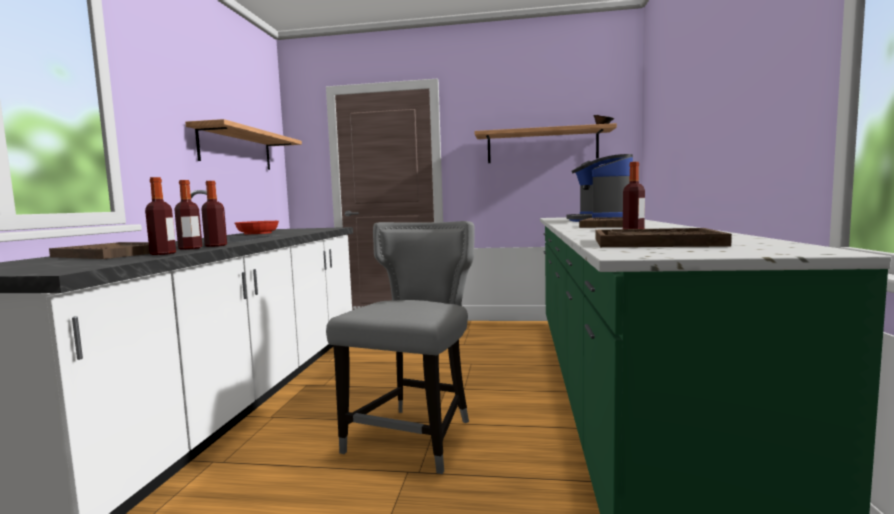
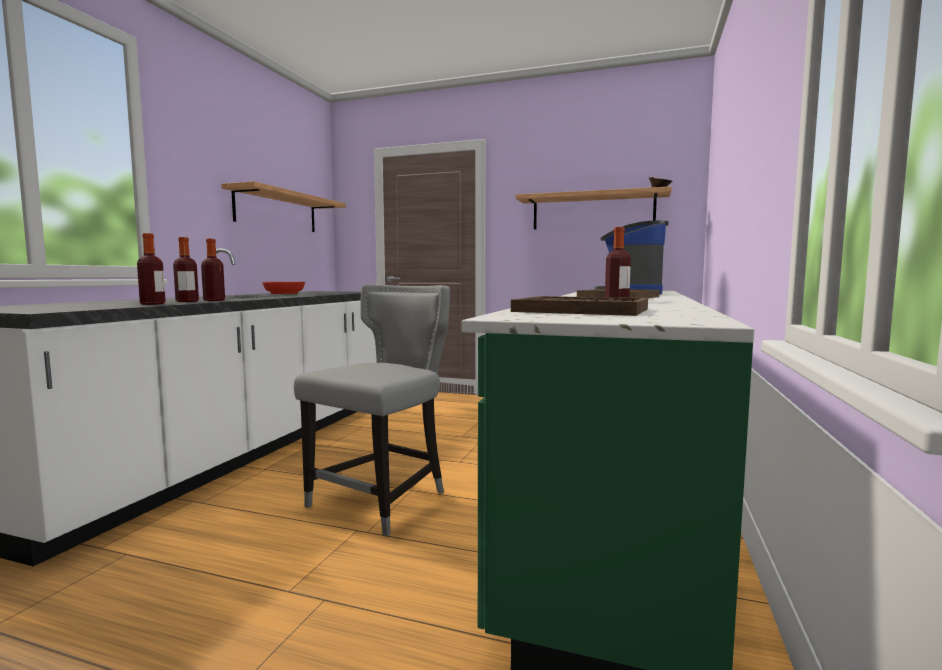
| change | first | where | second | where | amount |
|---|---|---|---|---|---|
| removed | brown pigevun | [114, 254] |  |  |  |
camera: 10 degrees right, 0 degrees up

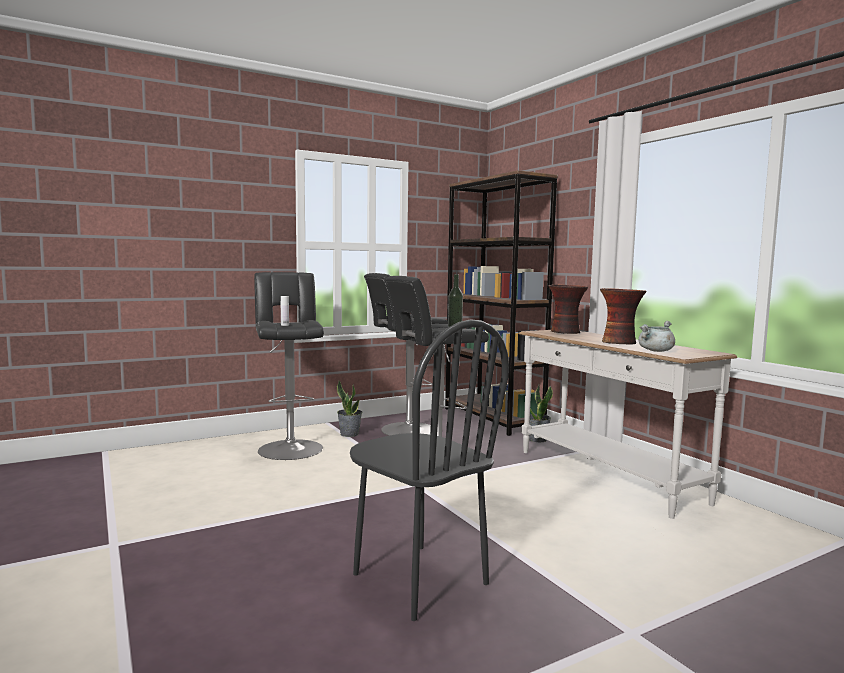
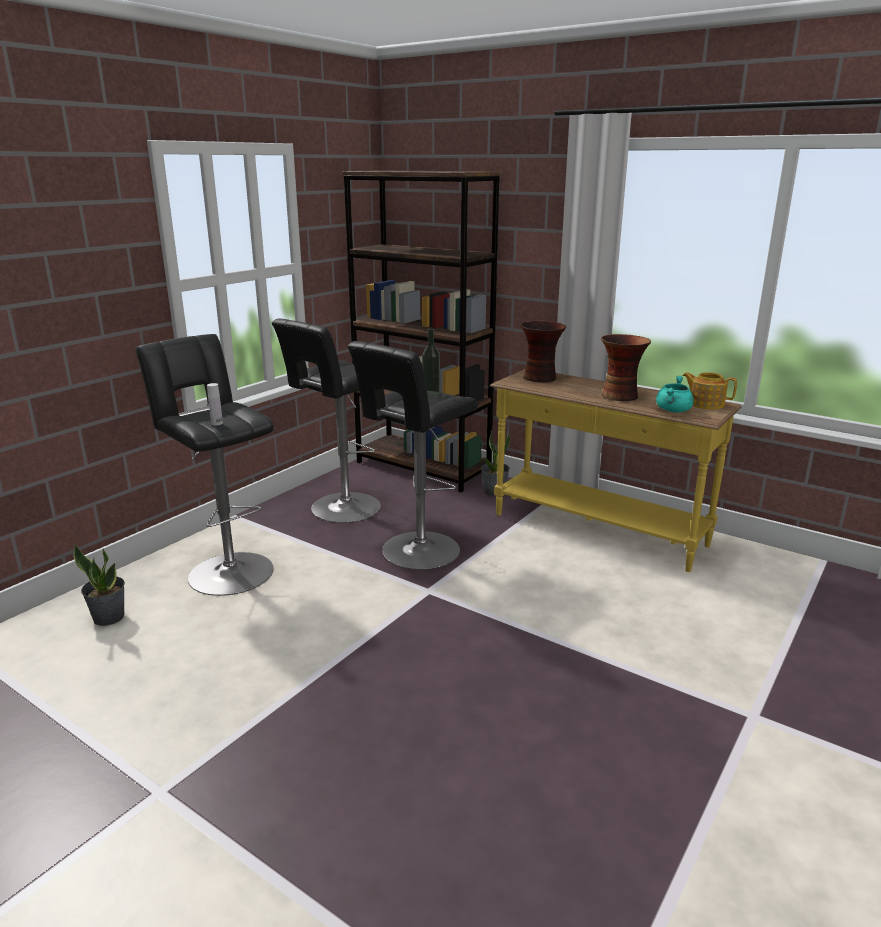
| change | first | where | second | where | amount |
|---|---|---|---|---|---|
| moved | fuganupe | [349, 434] |  | [109, 617] |  |
| recoloured | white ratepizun | [606, 476] | yellow ratepizun | [597, 530] |  |
| recoloured | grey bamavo | [656, 351] | turquoise bamavo | [673, 411] |  |
| added |  |  | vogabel | [706, 404] |  |
| removed | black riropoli | [419, 579] |  |  |  |
camera: 25 degrees left, 15 degrees up

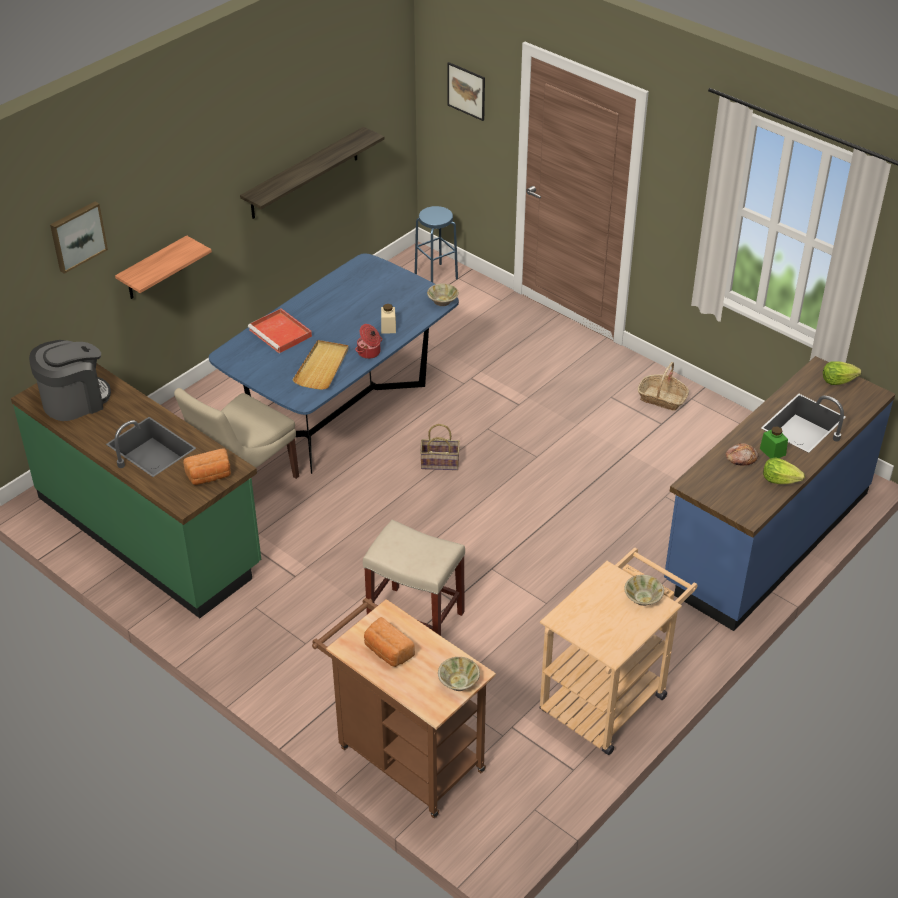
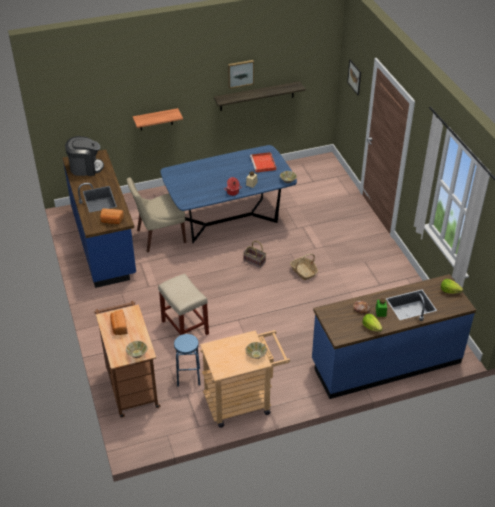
| change | first | where | second | where | amount |
|---|---|---|---|---|---|
| recoloured | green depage | [149, 532] | blue depage | [104, 242] |  |
| moved | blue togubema | [436, 276] |  | [188, 377] |  |
| moved | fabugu | [77, 236] |  | [240, 73] |  |
| moved | red pigevun | [281, 333] |  | [263, 164] |  |
| moved | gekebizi | [662, 398] |  | [303, 272] |  |
| removed | beige pigevun | [322, 367] |  |  |  |
camera: 30 degrees right, 0 degrees up

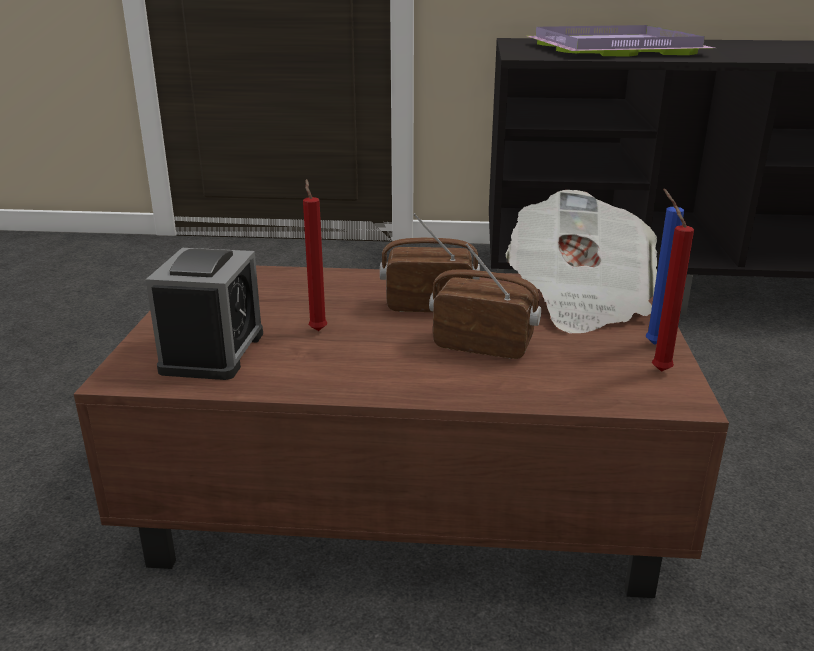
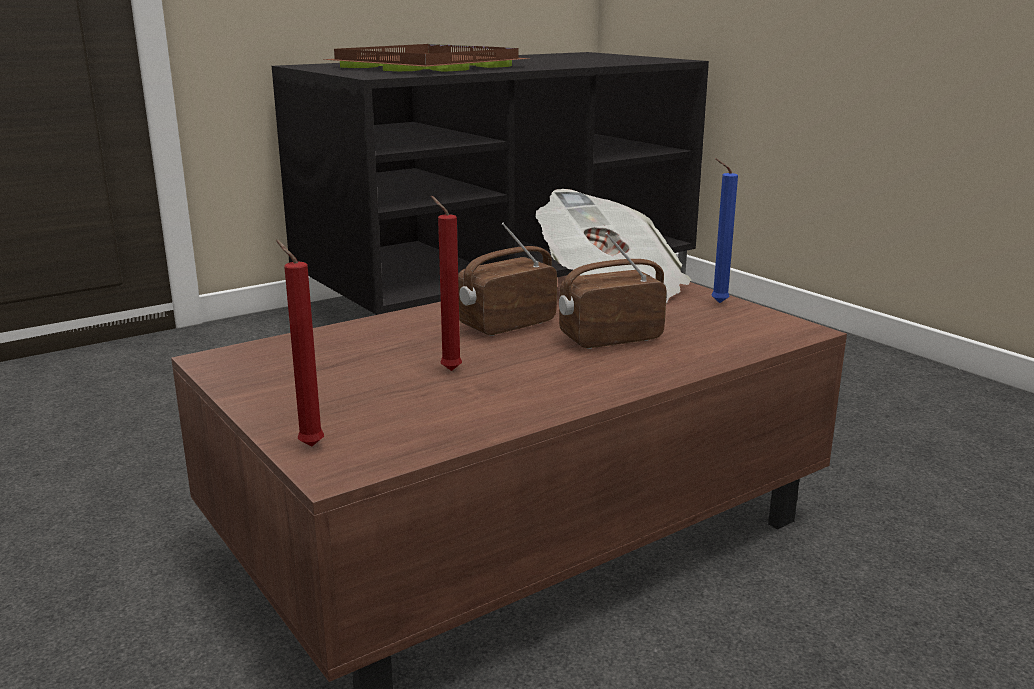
| change | first | where | second | where | amount |
|---|---|---|---|---|---|
| moved | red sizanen | [659, 369] |  | [308, 445] |  |
| recoloured | purple pigevun | [609, 48] | brown pigevun | [423, 66] |  |
| removed | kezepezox | [213, 352] |  |  |  |
camera: 40 degrees left, 5 degrees down

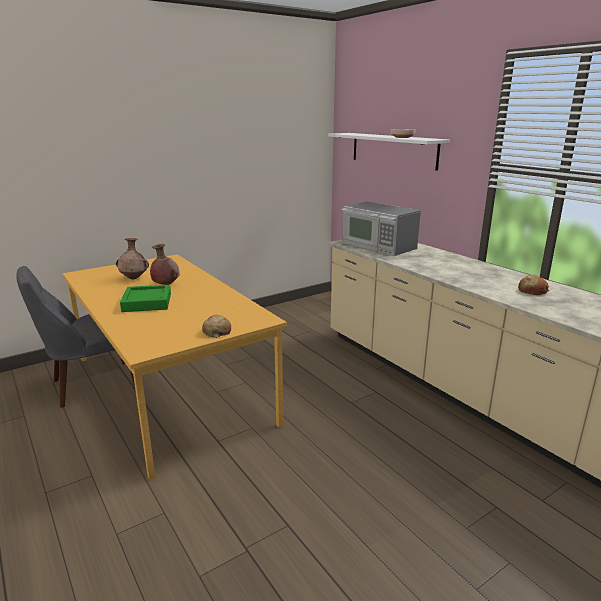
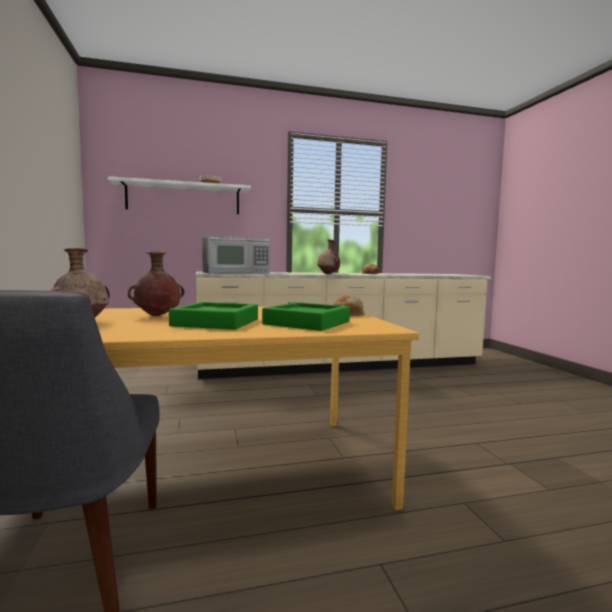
| change | first | where | second | where | amount |
|---|---|---|---|---|---|
| added |  |  | green pigevun | [307, 323] |  |
| added |  |  | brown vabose | [328, 274] |  |
camera: 70 degrees left, 15 degrees down

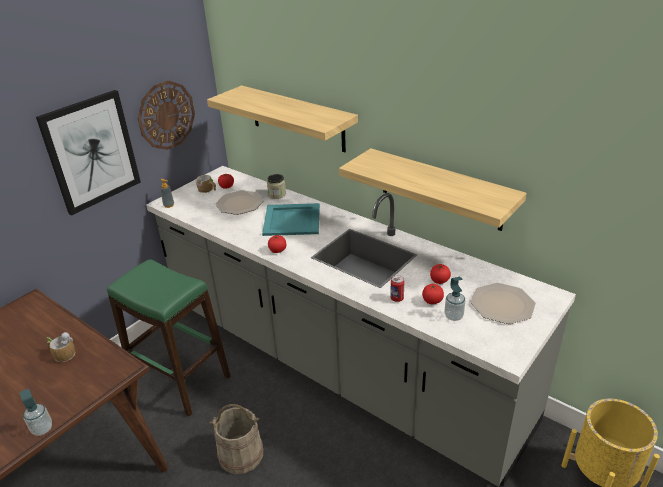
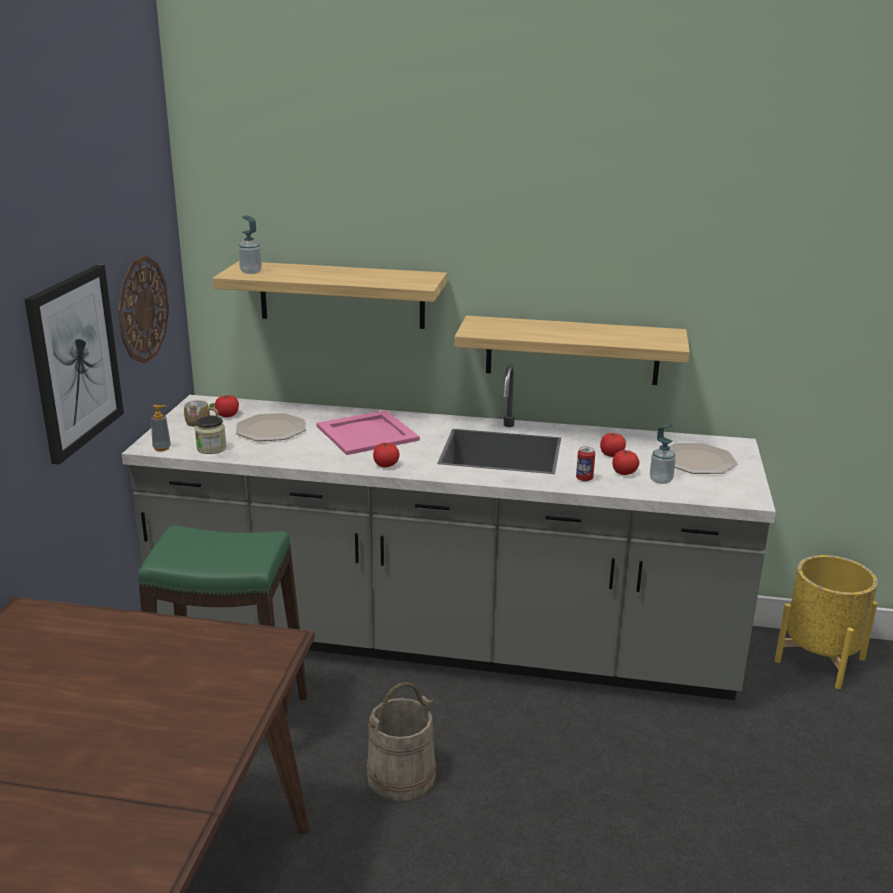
| change | first | where | second | where | amount |
|---|---|---|---|---|---|
| moved | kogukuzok | [277, 194] |  | [211, 448] |  |
| moved | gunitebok | [42, 429] |  | [251, 272] |  |
| recoloured | turquoise pigevun | [291, 219] | pink pigevun | [366, 433] |  |
| removed | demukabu | [62, 353] |  |  |  |
camera: 30 degrees left, 10 degrees down

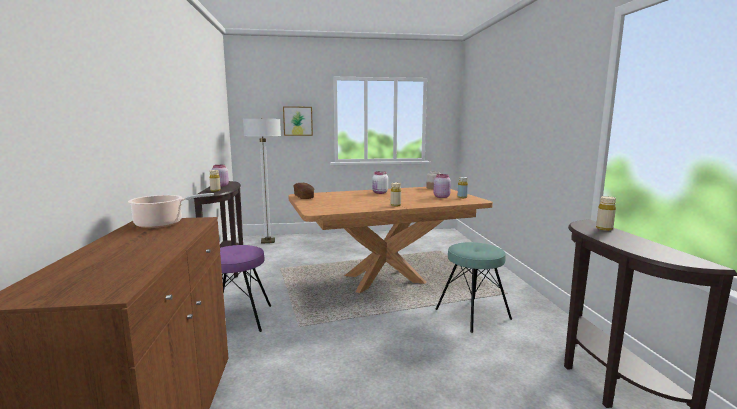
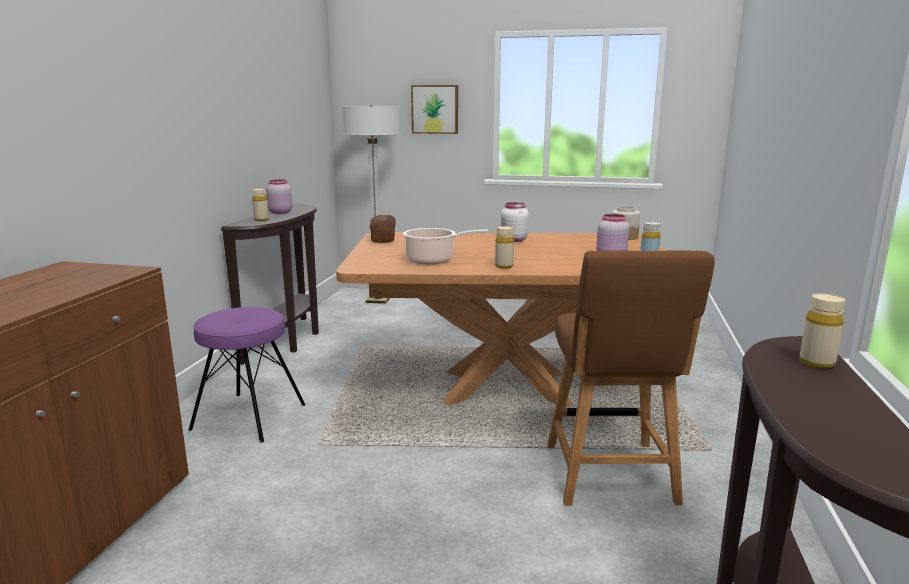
| change | first | where | second | where | amount |
|---|---|---|---|---|---|
| moved | bamavo | [162, 223] |  | [433, 260] |  |
| replaced | turquoise togubema | [472, 314] | brown riropoli | [611, 477] |  |
camera: 20 degrees right, 5 degrees up

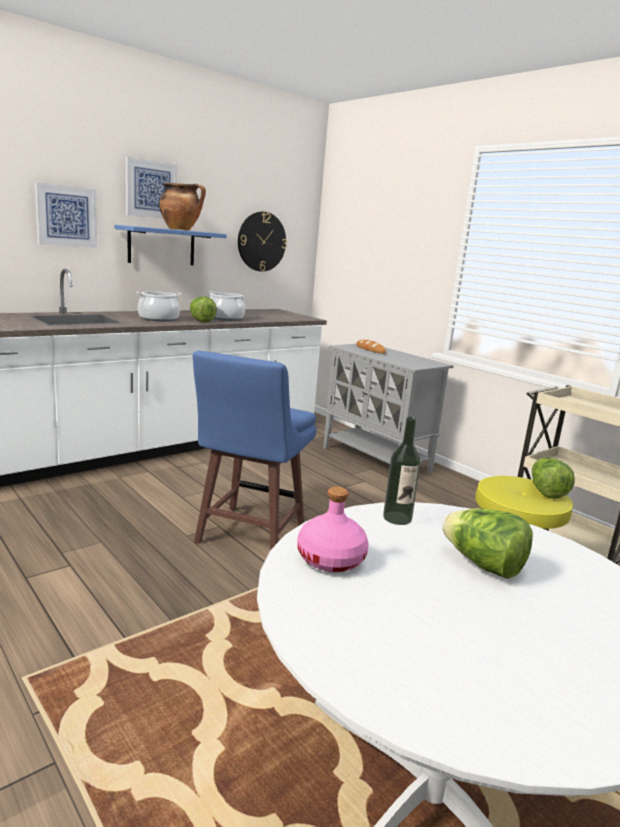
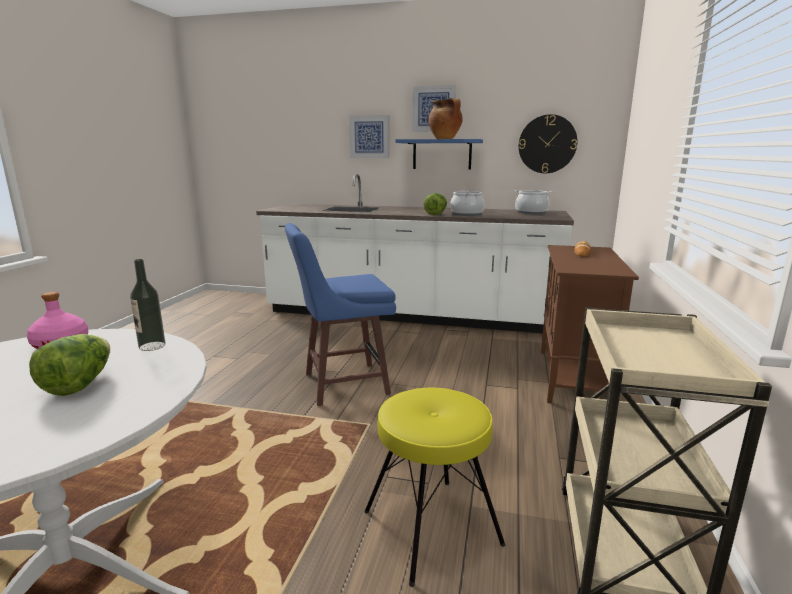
| change | first | where | second | where | amount |
|---|---|---|---|---|---|
| moved | bamavo | [158, 319] |  | [531, 212] |  |
| recoloured | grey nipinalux | [376, 460] | brown nipinalux | [573, 378] |  |
| removed | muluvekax | [546, 491] |  |  |  |
camera: 55 degrees right, 0 degrees up

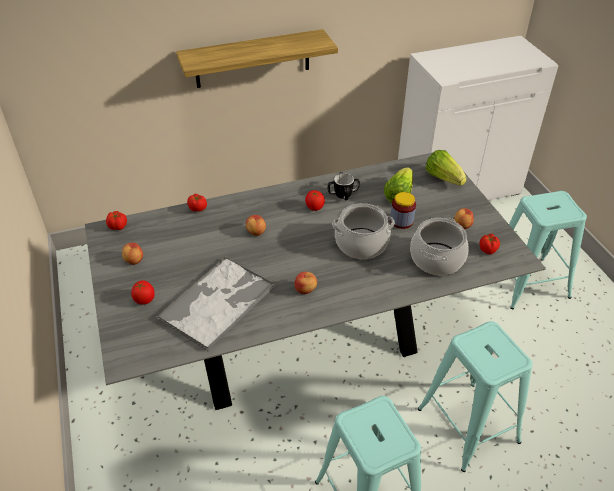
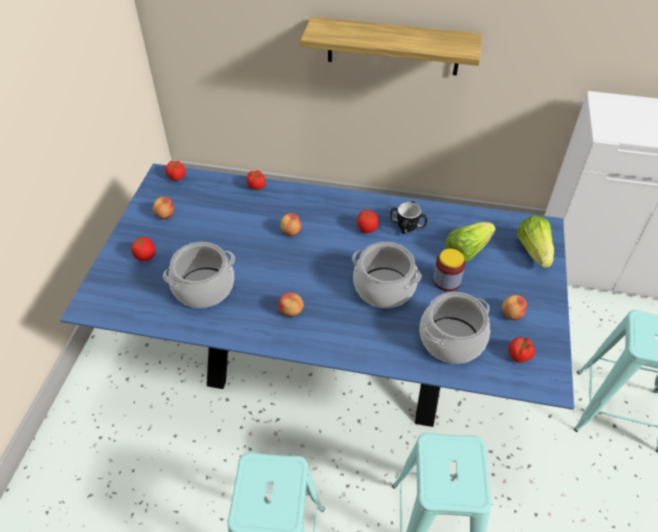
| change | first | where | second | where | amount |
|---|---|---|---|---|---|
| recoloured | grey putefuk | [306, 344] | blue putefuk | [328, 364] |  |
| replaced | pigevun | [218, 302] | bamavo | [204, 287] |  |
camera: 30 degrees right, 5 degrees up

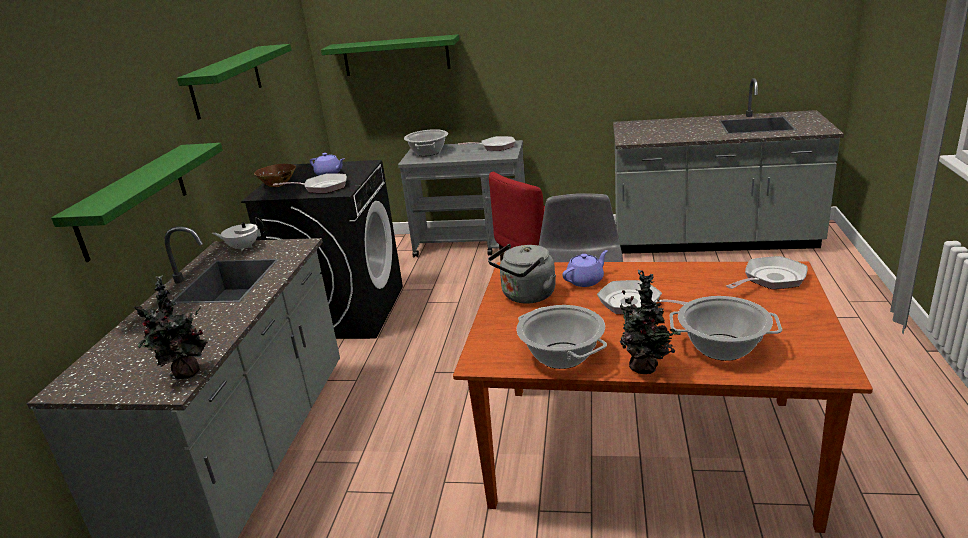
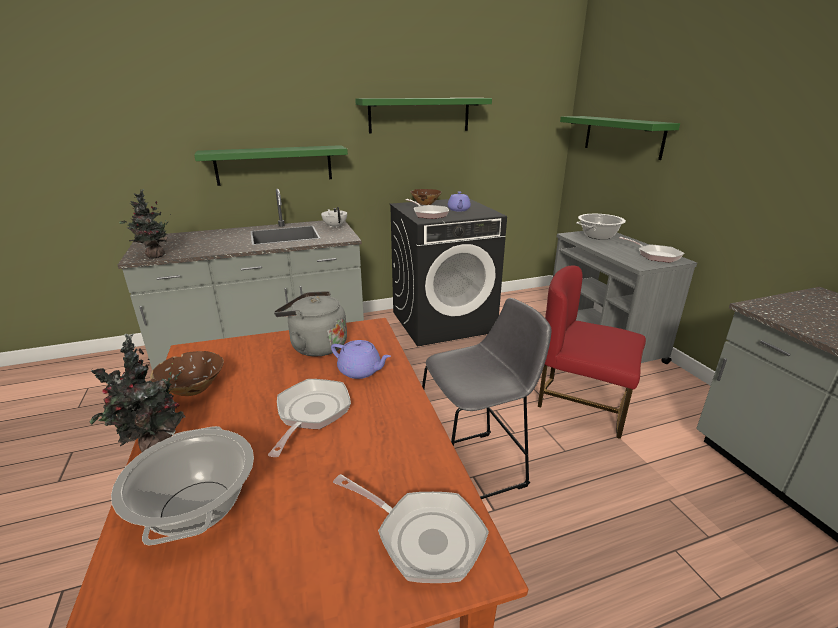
| change | first | where | second | where | amount |
|---|---|---|---|---|---|
| replaced | bamavo | [561, 356] | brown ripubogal | [193, 389] |  |
camera: 60 degrees right, 0 degrees up

